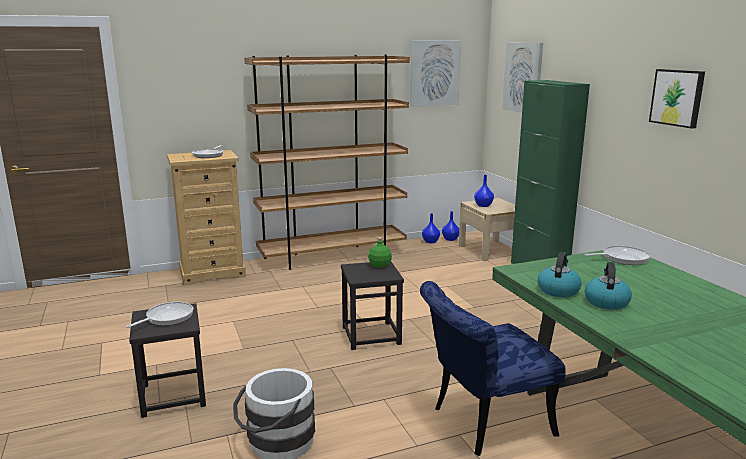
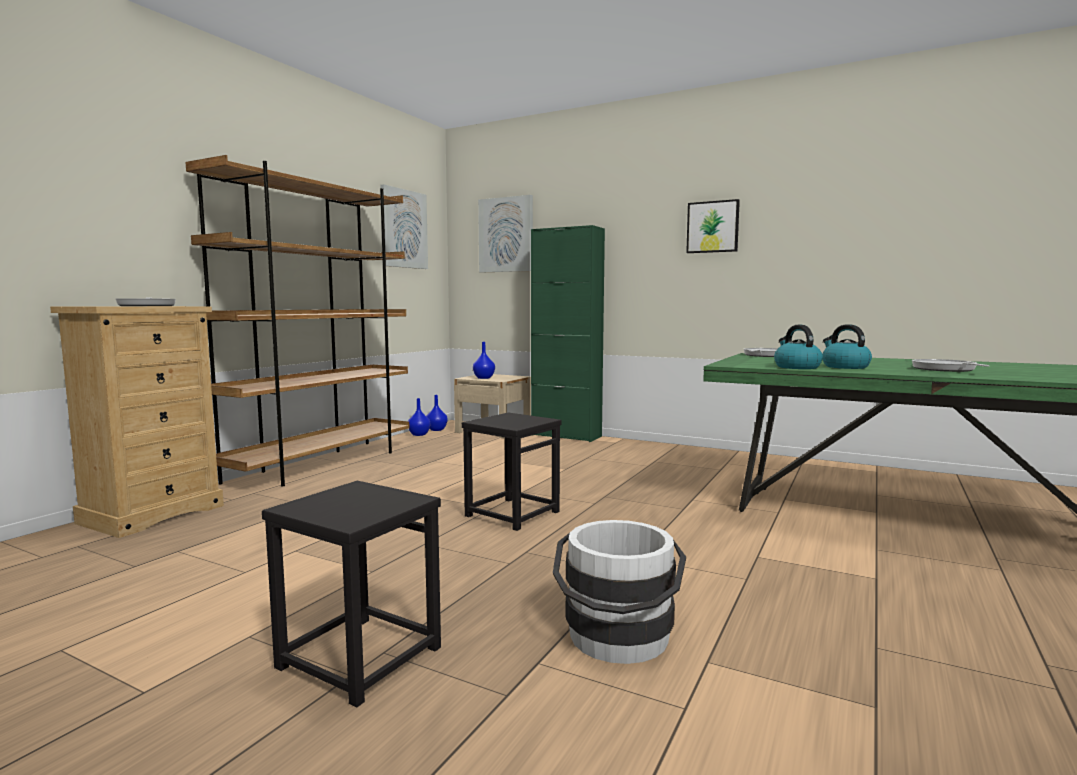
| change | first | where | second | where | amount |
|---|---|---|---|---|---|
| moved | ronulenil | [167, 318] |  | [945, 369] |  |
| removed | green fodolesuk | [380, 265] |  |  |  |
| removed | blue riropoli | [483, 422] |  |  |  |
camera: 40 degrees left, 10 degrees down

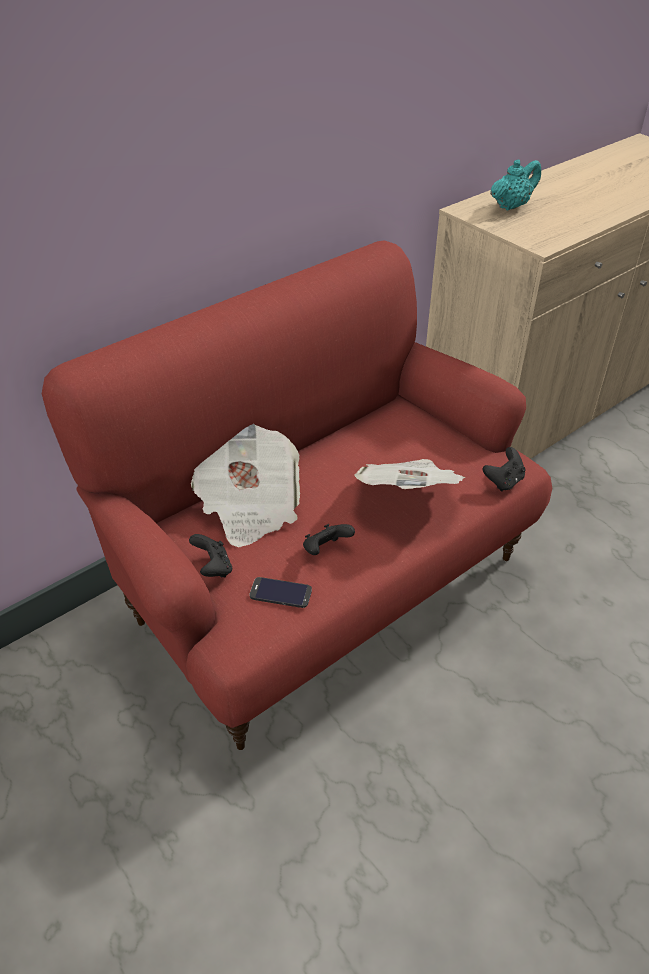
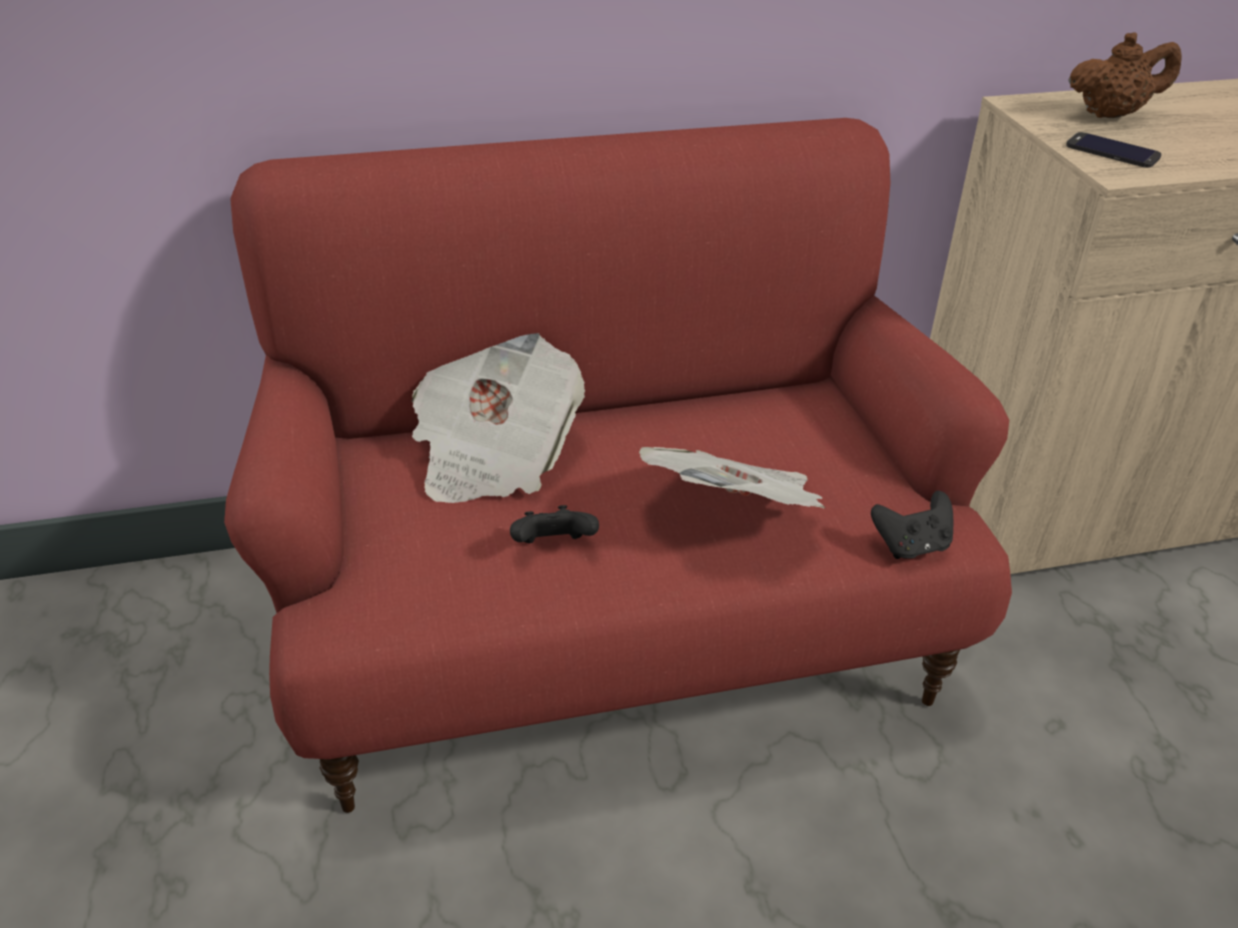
| change | first | where | second | where | amount |
|---|---|---|---|---|---|
| moved | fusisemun | [280, 593] |  | [1112, 151] |  |
| recoloured | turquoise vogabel | [511, 206] | brown vogabel | [1111, 114] |  |
| removed | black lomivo | [213, 568] |  |  |  |
camera: 25 degrees right, 5 degrees down

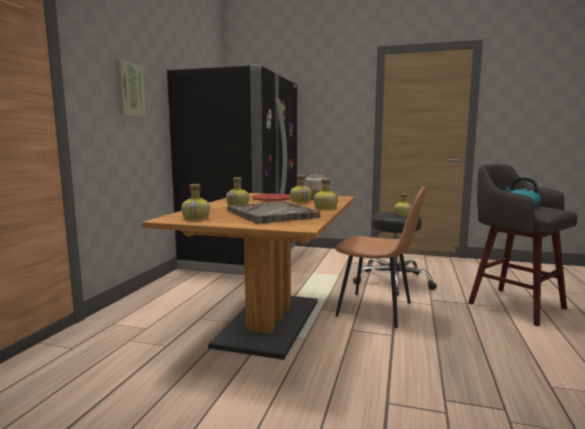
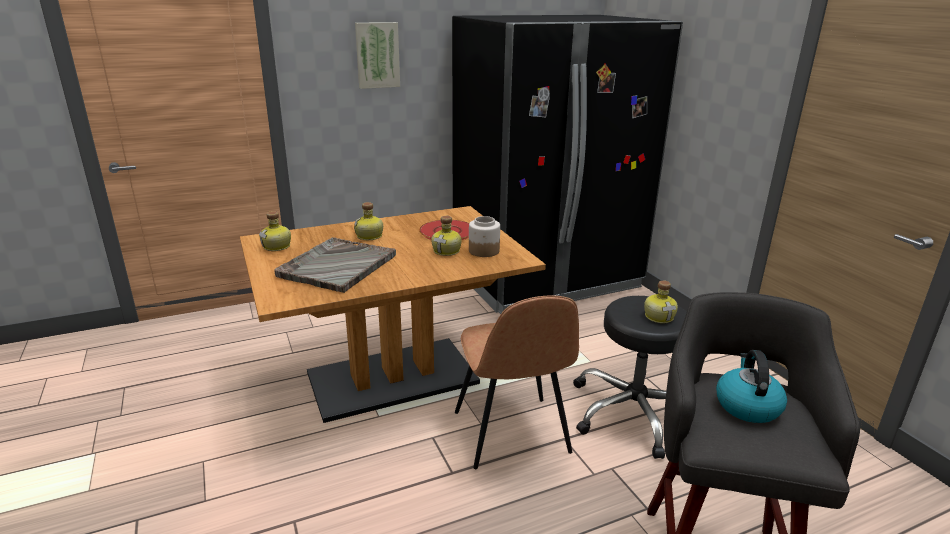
| change | first | where | second | where | amount |
|---|---|---|---|---|---|
| removed | fodolesuk | [324, 208] |  |  |  |
camera: 50 degrees right, 15 degrees up

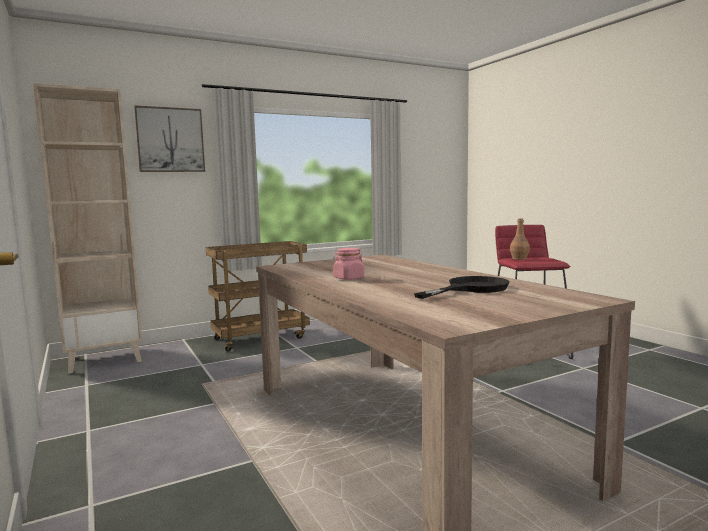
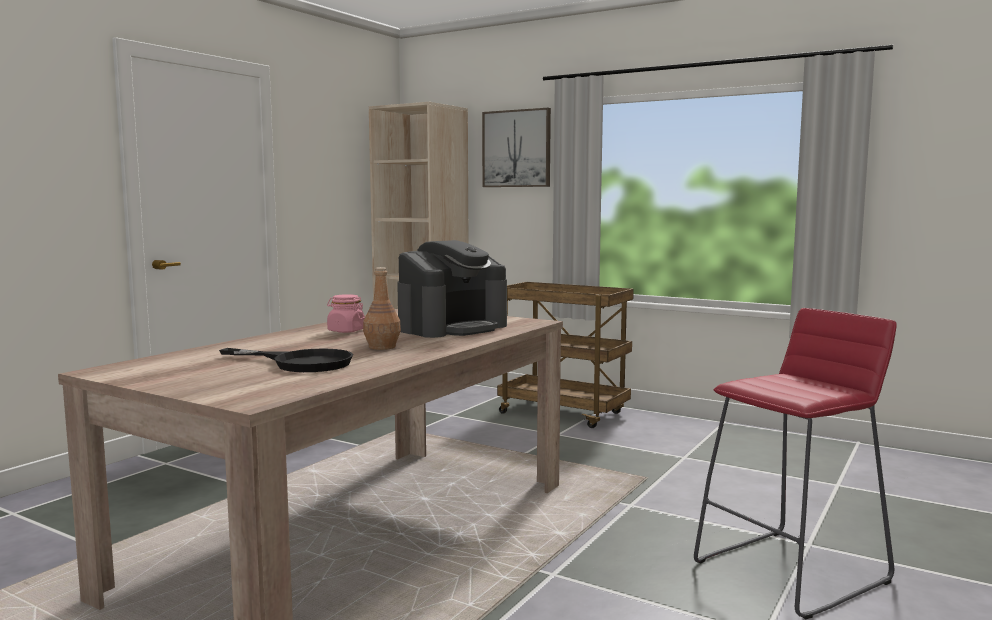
| change | first | where | second | where | amount |
|---|---|---|---|---|---|
| moved | brown fodolesuk | [519, 259] |  | [381, 347] |  |
| added |  |  | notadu | [452, 327] |  |
camera: 60 degrees right, 0 degrees up

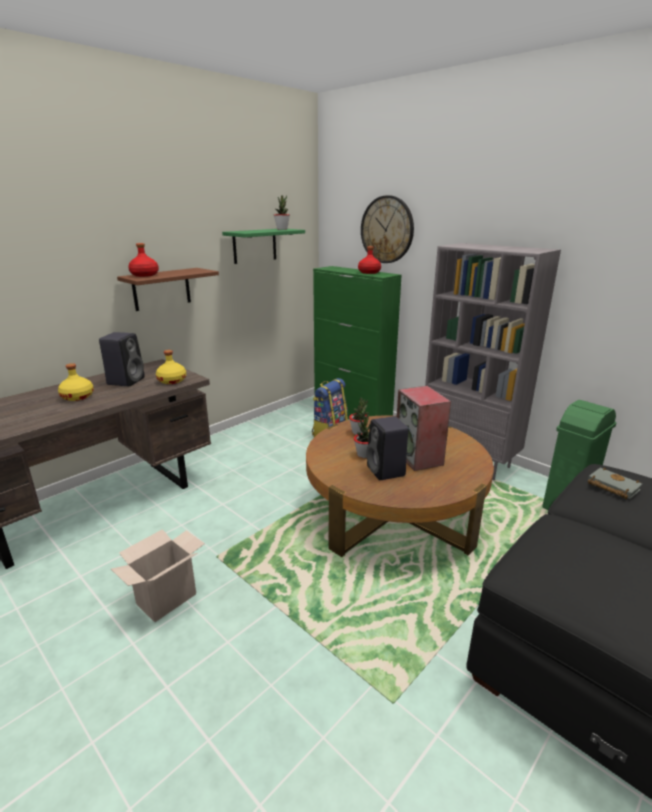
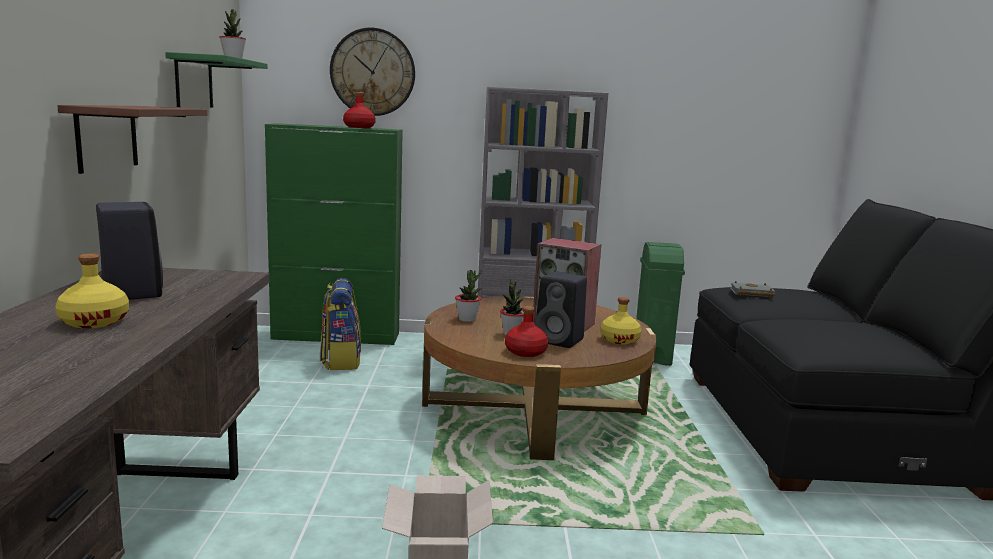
| change | first | where | second | where | amount |
|---|---|---|---|---|---|
| moved | red fodolesuk | [144, 275] |  | [526, 352] |  |
| moved | yellow fodolesuk | [172, 380] |  | [619, 340] |  |
camera: 45 degrees left, 10 degrees down

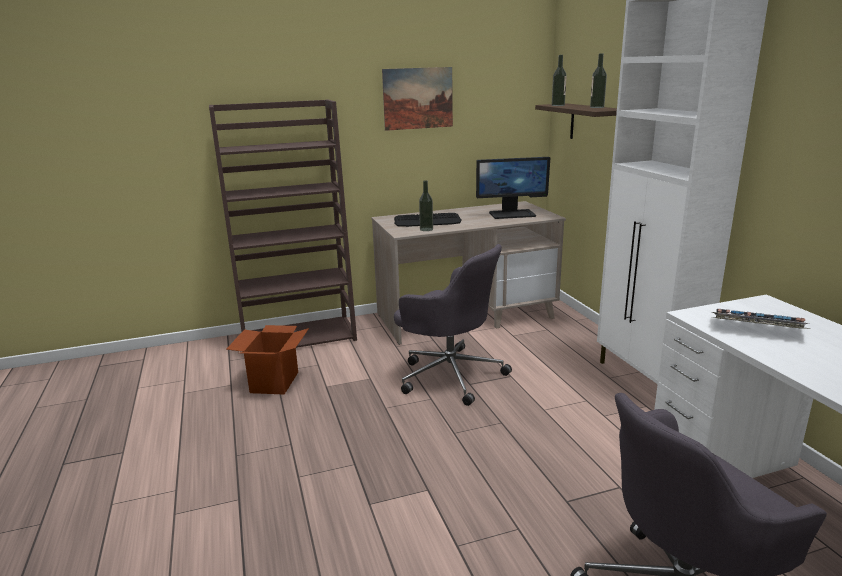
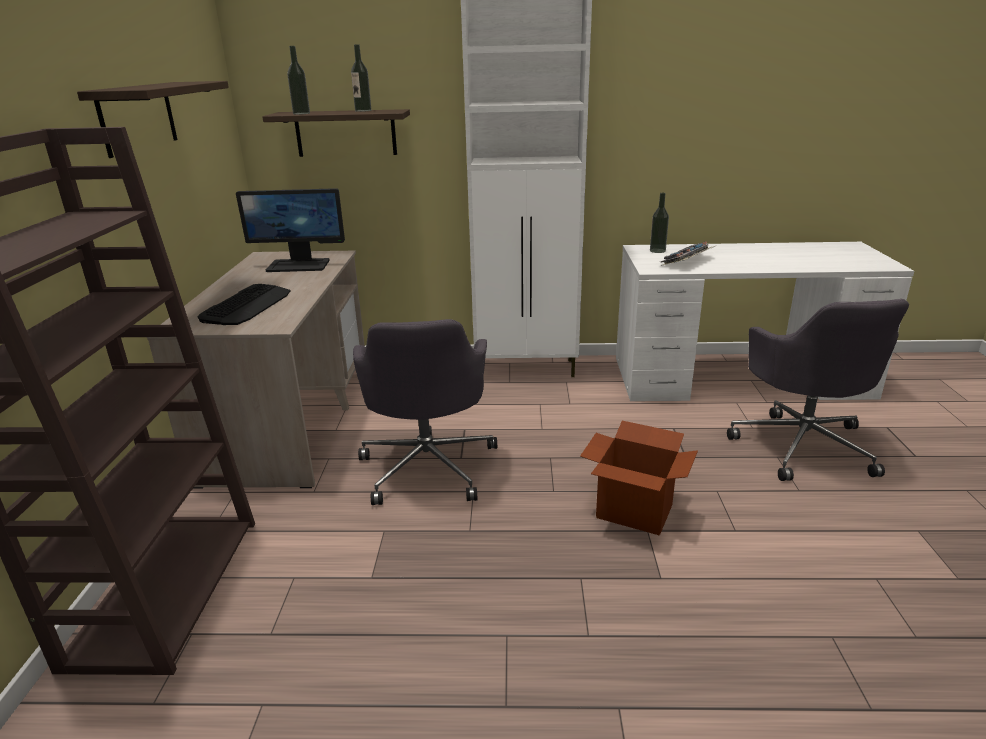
| change | first | where | second | where | amount |
|---|---|---|---|---|---|
| replaced | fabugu | [418, 98] | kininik | [138, 117] |  |
| turned | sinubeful | [512, 214] |  | [299, 265] | 75 degrees clockwise |
| turned | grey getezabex | [450, 374] |  | [428, 466] | 120 degrees clockwise |
| moved | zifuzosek | [274, 382] |  | [633, 511] |  |
| moved | fodolesuk | [426, 229] |  | [657, 251] |  |
camera: 70 degrees left, 5 degrees up

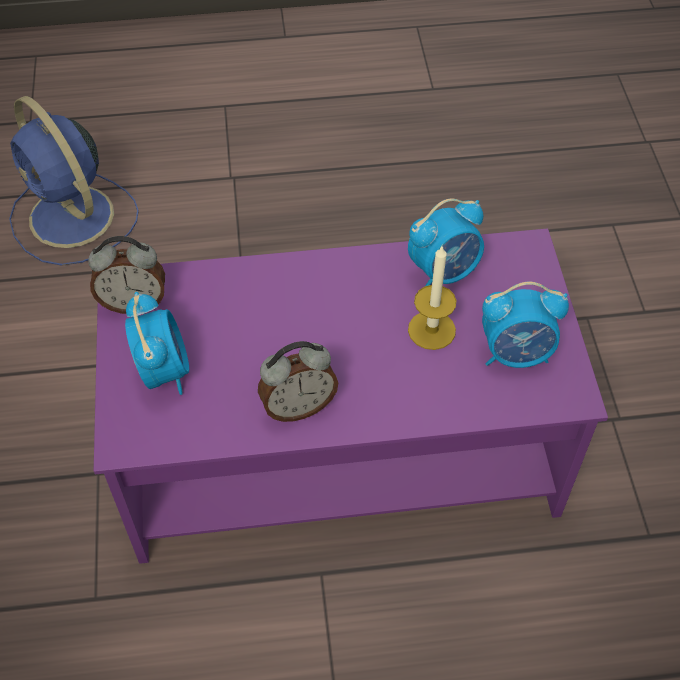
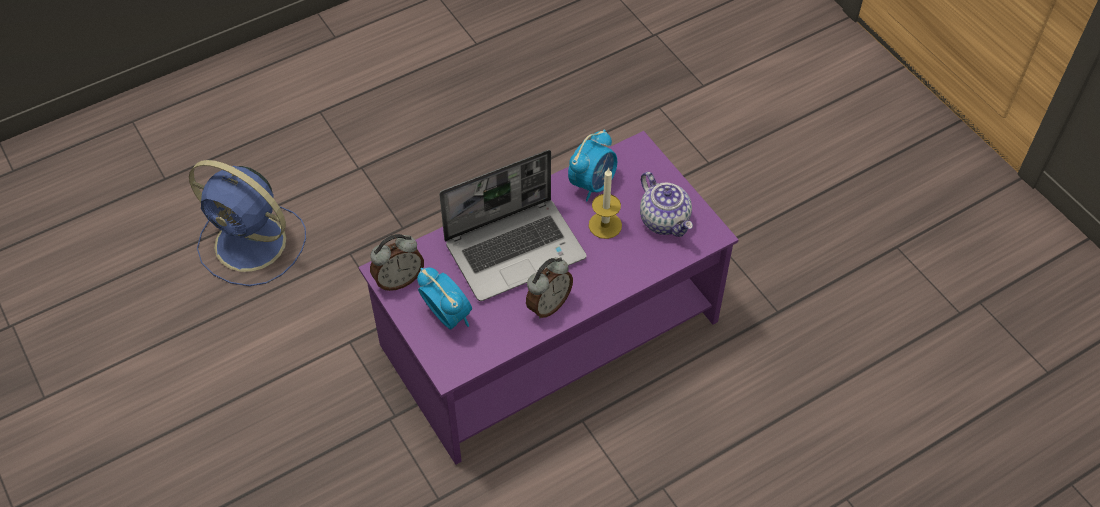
| change | first | where | second | where | amount |
|---|---|---|---|---|---|
| added |  |  | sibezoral | [516, 249] |  |
| replaced | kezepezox | [516, 353] | vogabel | [665, 220] |  |
camera: 25 degrees left, 0 degrees up

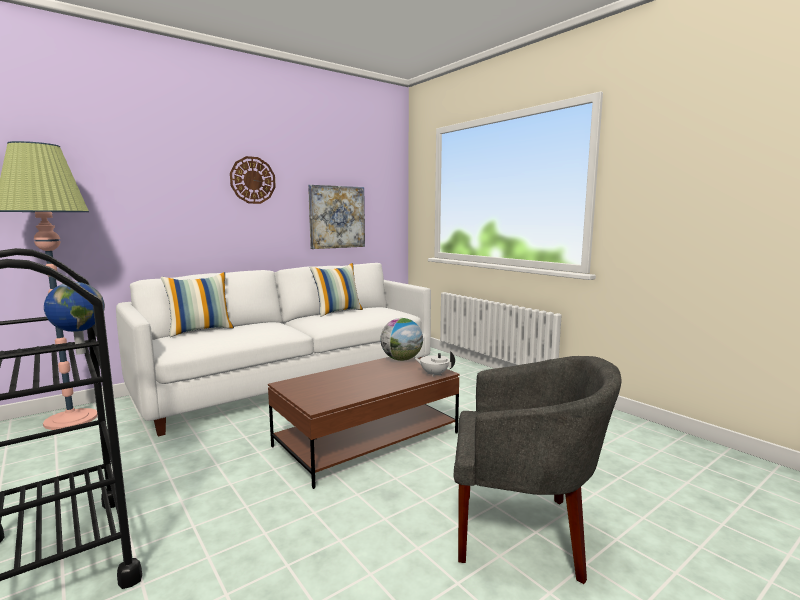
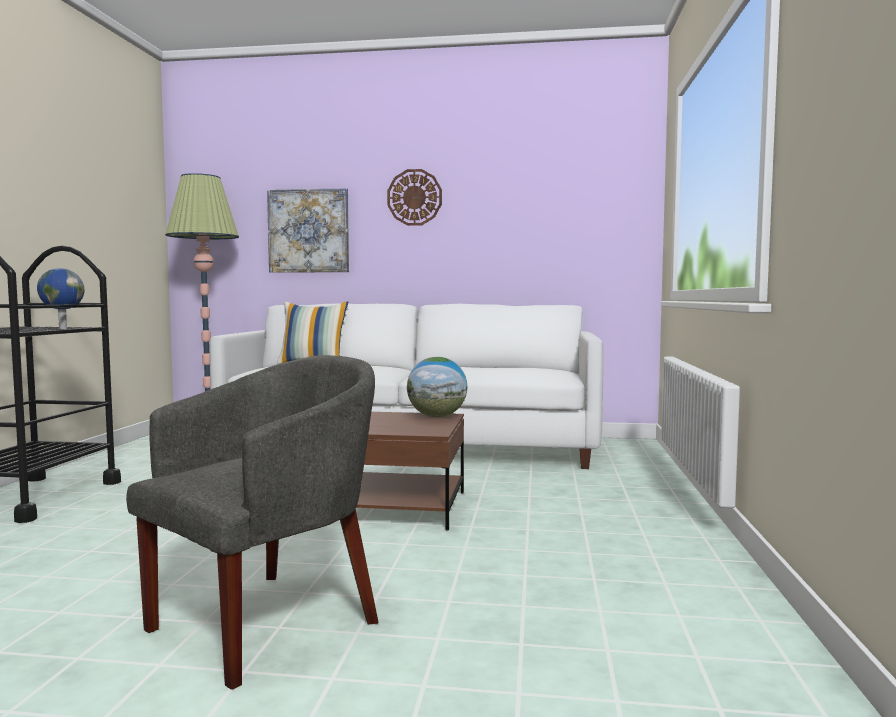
| change | first | where | second | where | amount |
|---|---|---|---|---|---|
| turned | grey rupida | [523, 532] |  | [269, 621] | 105 degrees counterclockwise |
| moved | fabugu | [337, 217] |  | [308, 231] |  |
| removed | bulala | [338, 311] |  |  |  |
| removed | white vogabel | [434, 374] |  |  |  |
camera: 45 degrees right, 5 degrees down

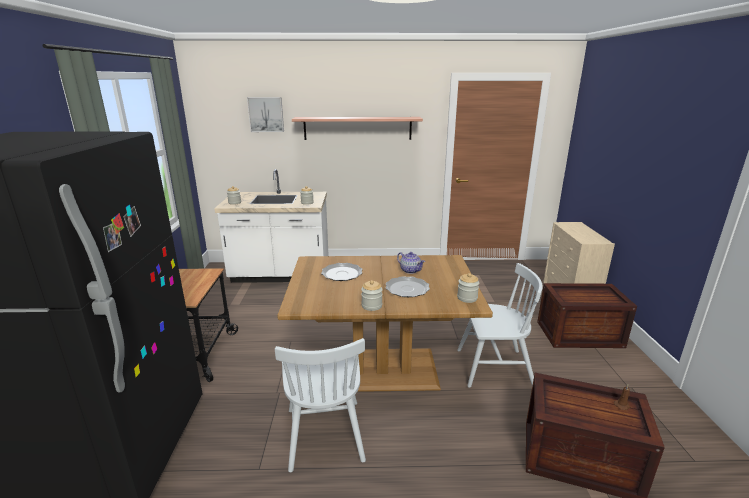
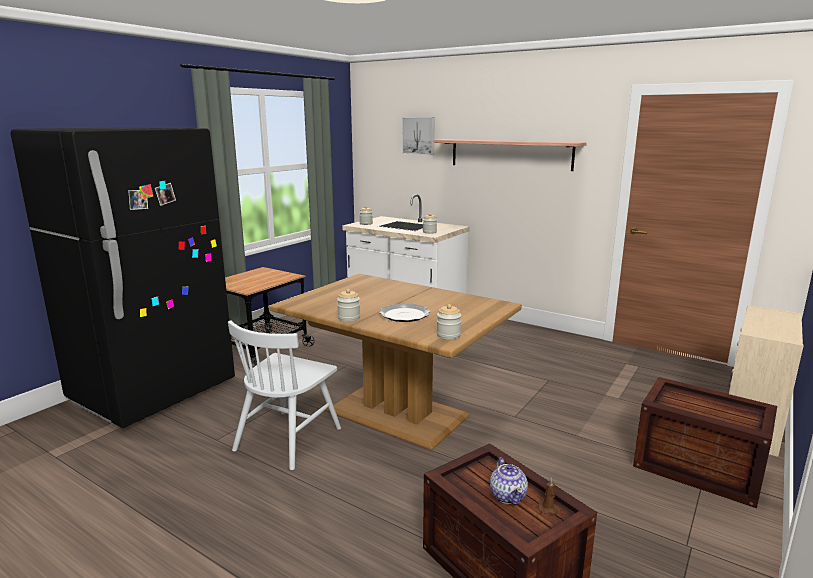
| change | first | where | second | where | amount |
|---|---|---|---|---|---|
| moved | vogabel | [410, 270] |  | [508, 495] |  |
| removed | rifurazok | [342, 274] |  |  |  |
| removed | white riropoli | [493, 368] |  |  |  |
camera: 35 degrees right, 5 degrees down

